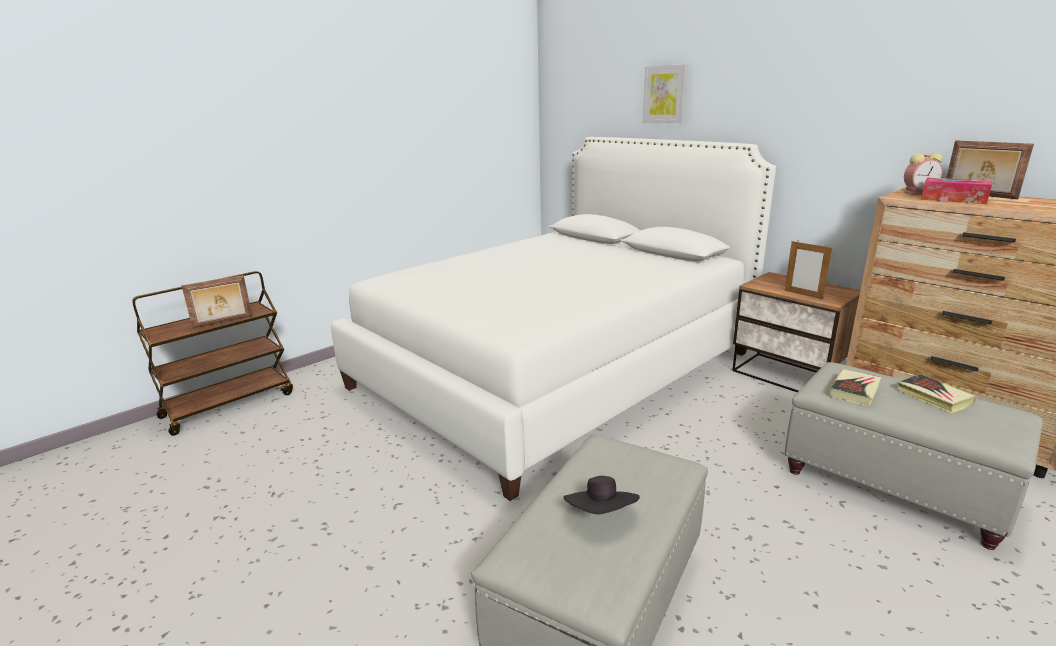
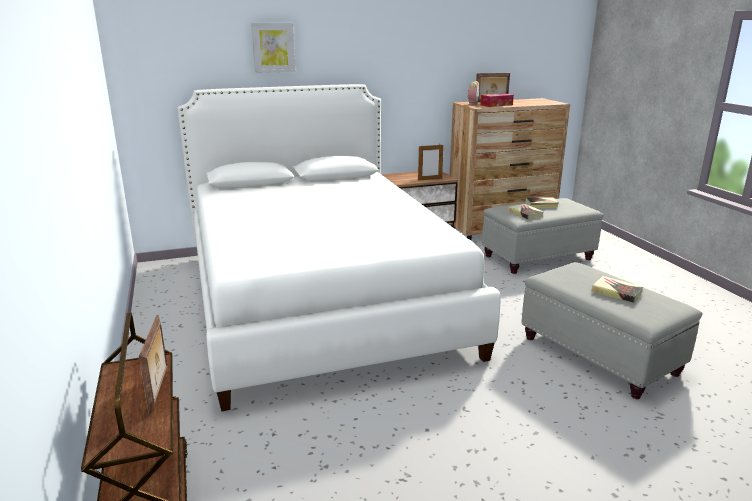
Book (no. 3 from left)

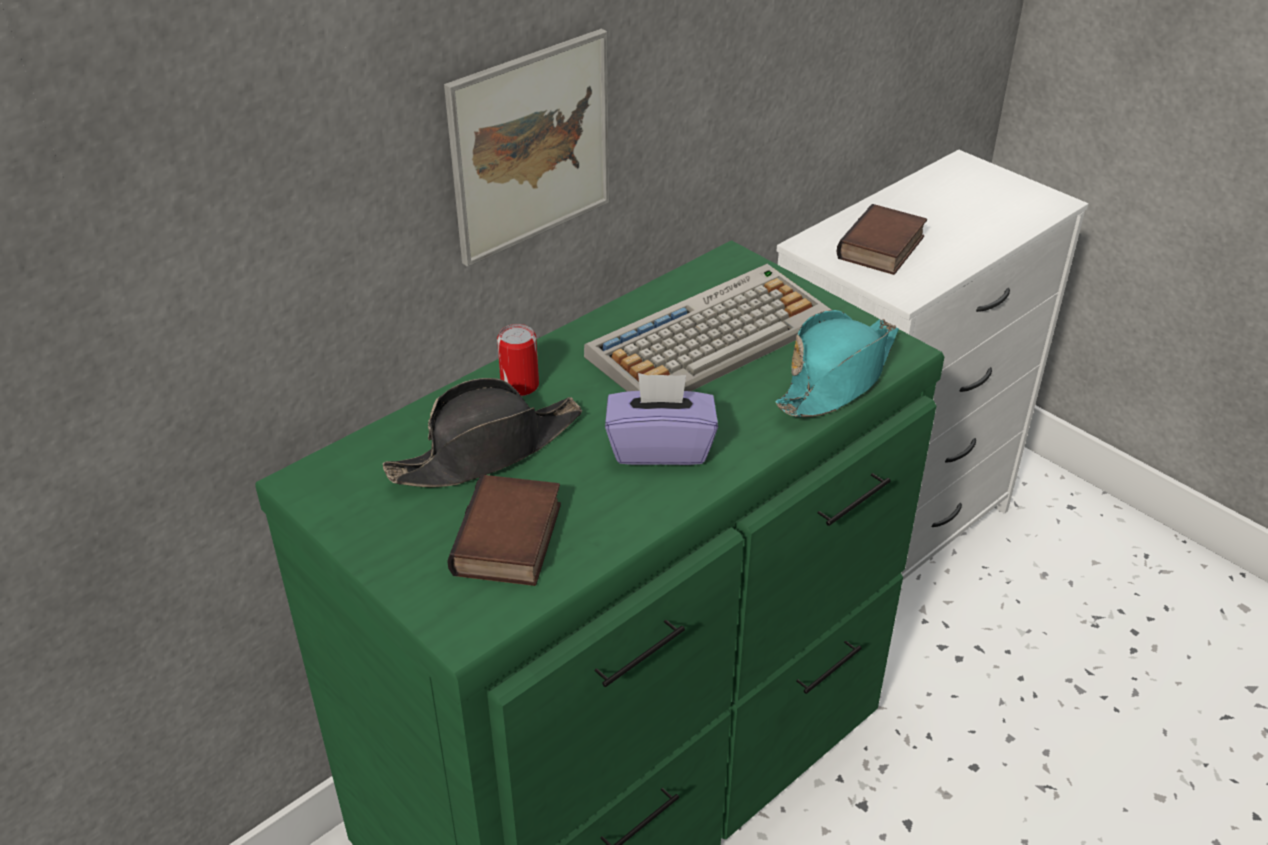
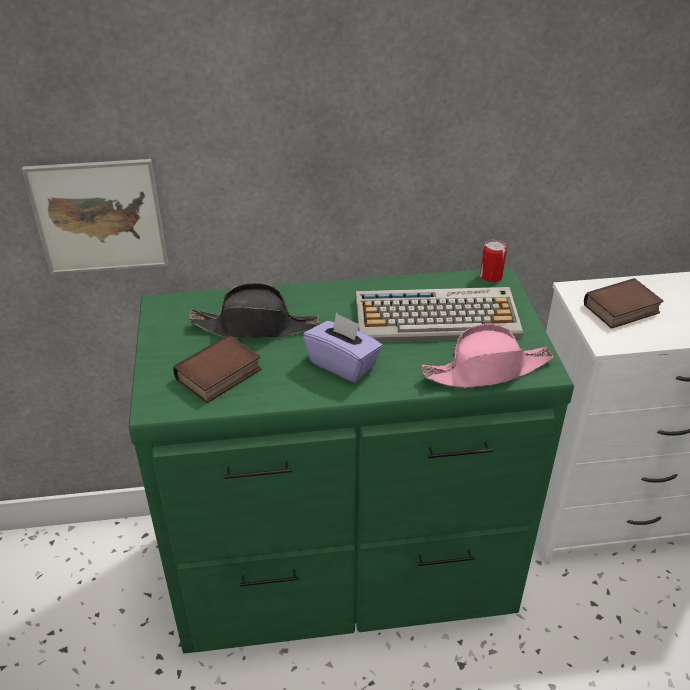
Picture
MetalCan
PinkColouredHat

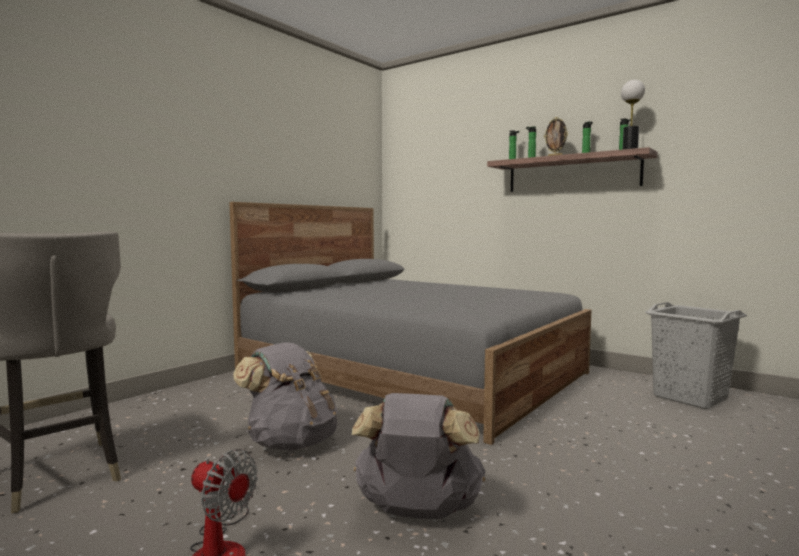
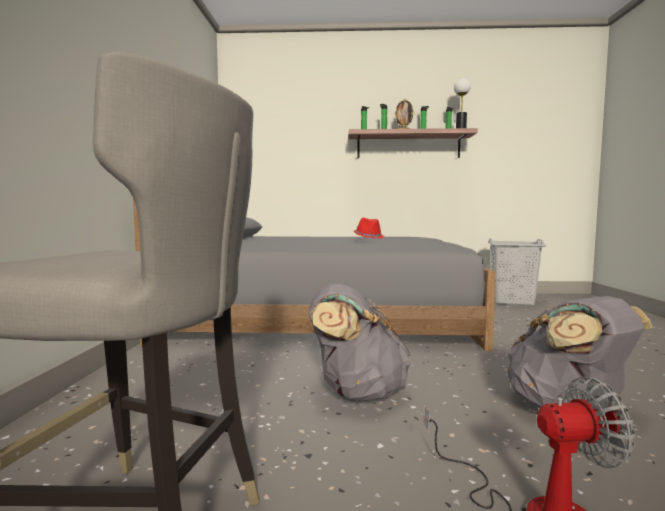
RedHat

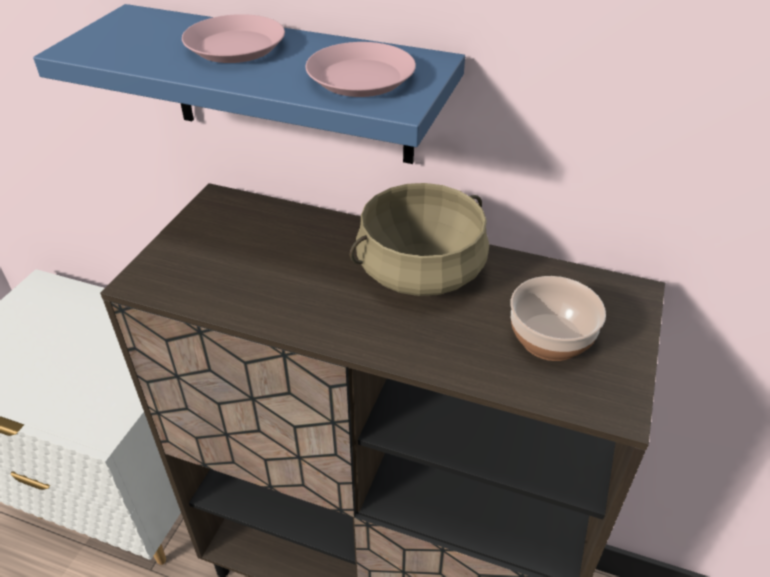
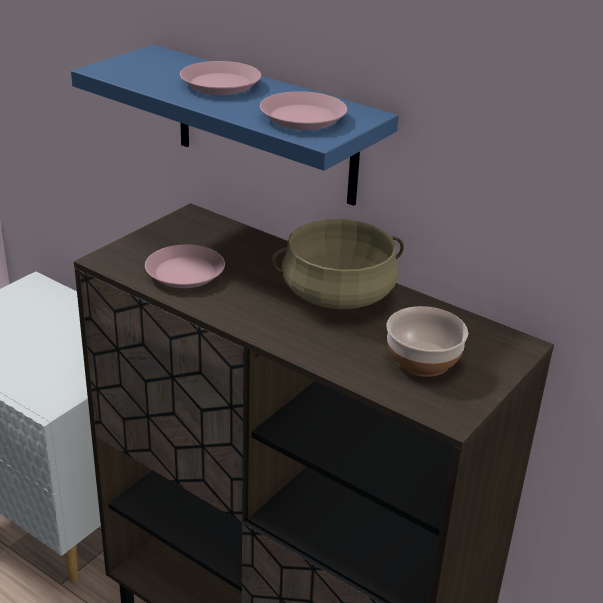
PinkColouredFlatDish (no. 1 from left)

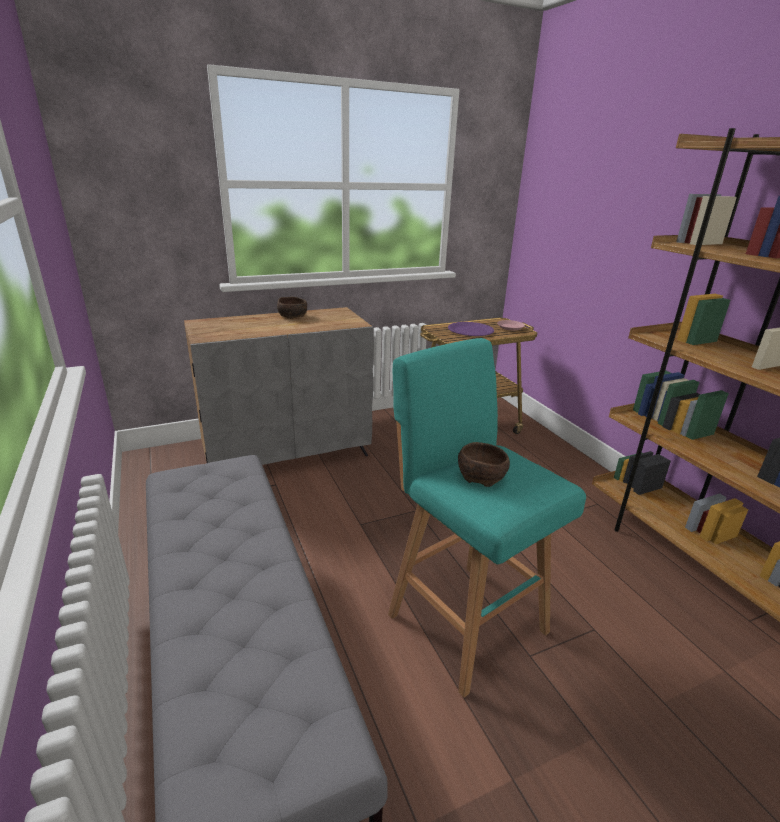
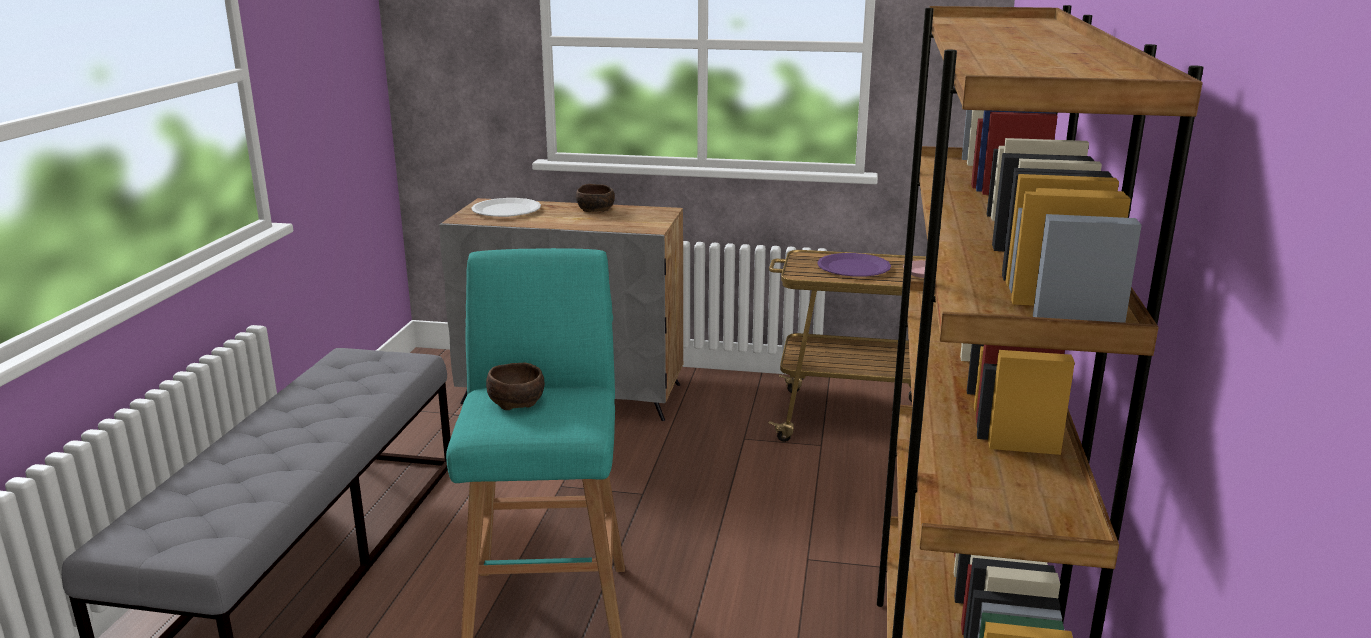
WhiteColouredFlatDish

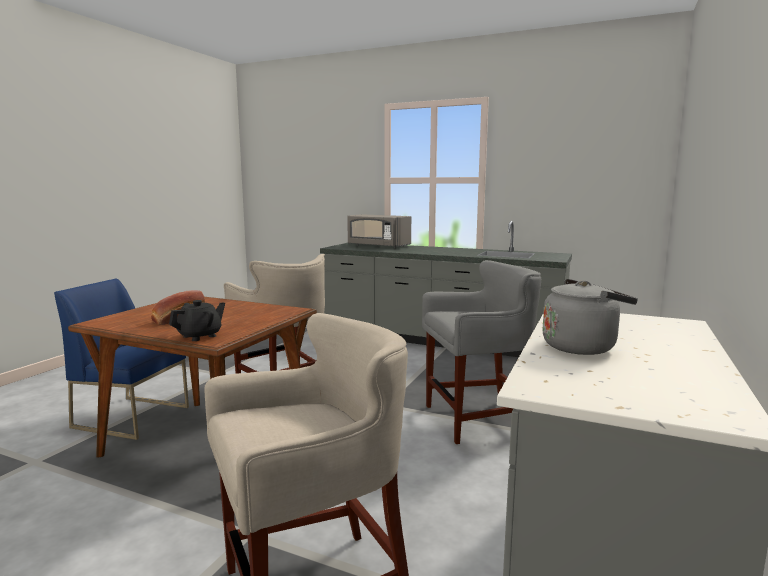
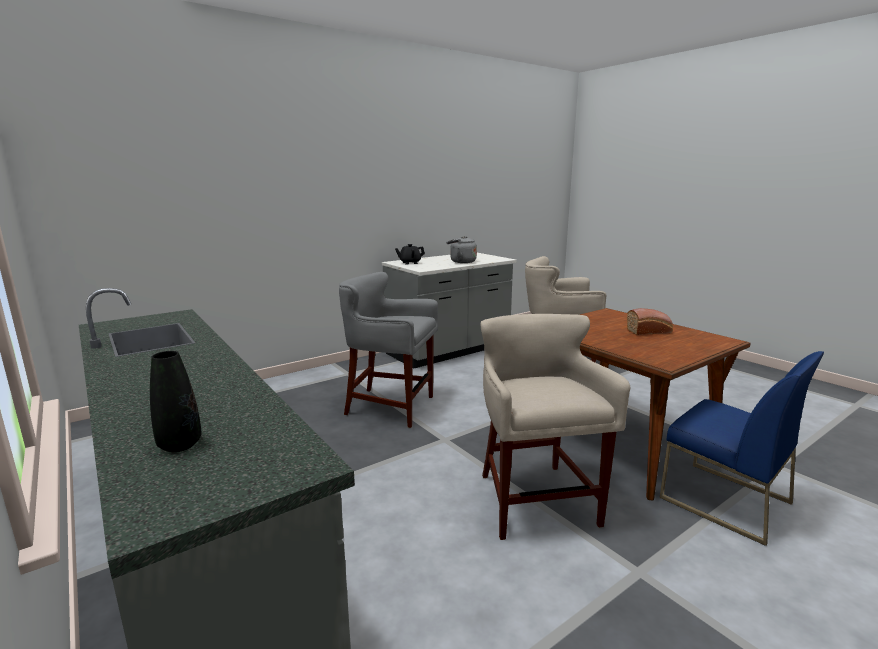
BlackishPotForTea
BlackishDecorativeVase

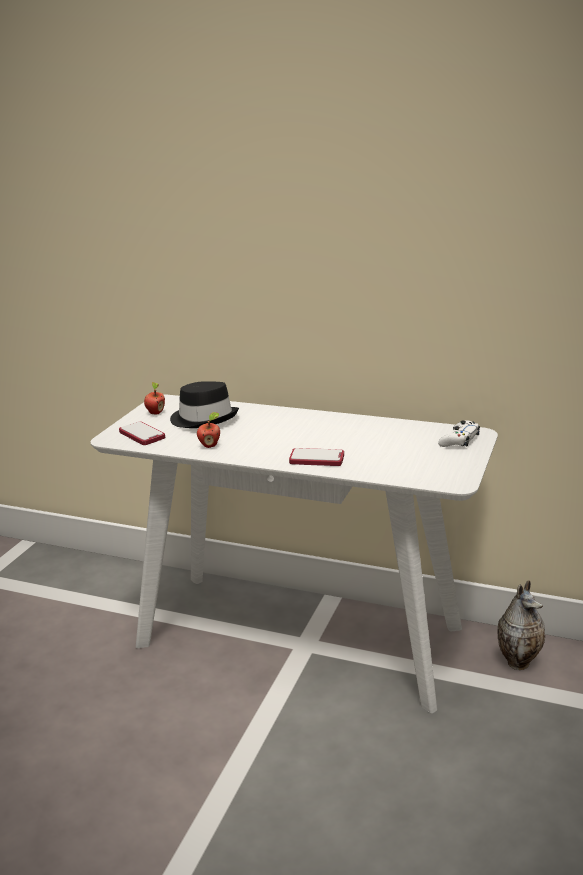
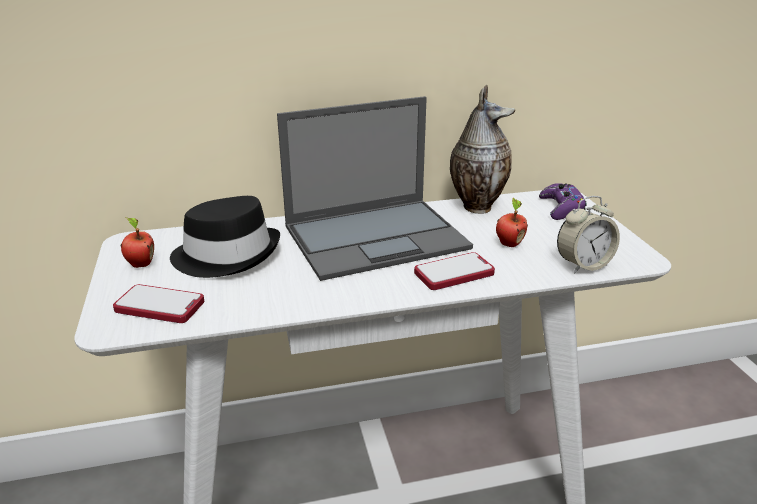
WholeApple (no. 2 from left)
PurplishGameController
DecorativeVase
PortableComputer
AlarmClock

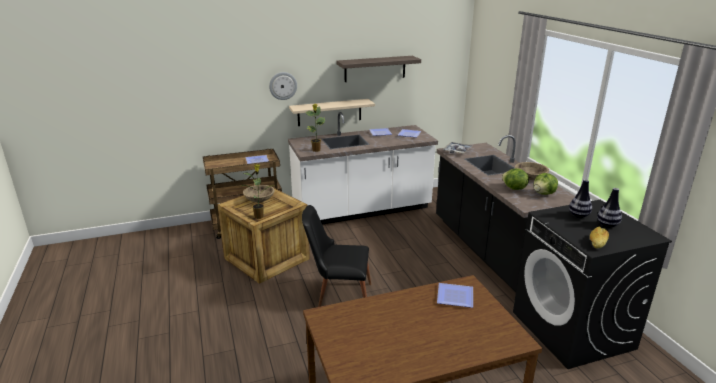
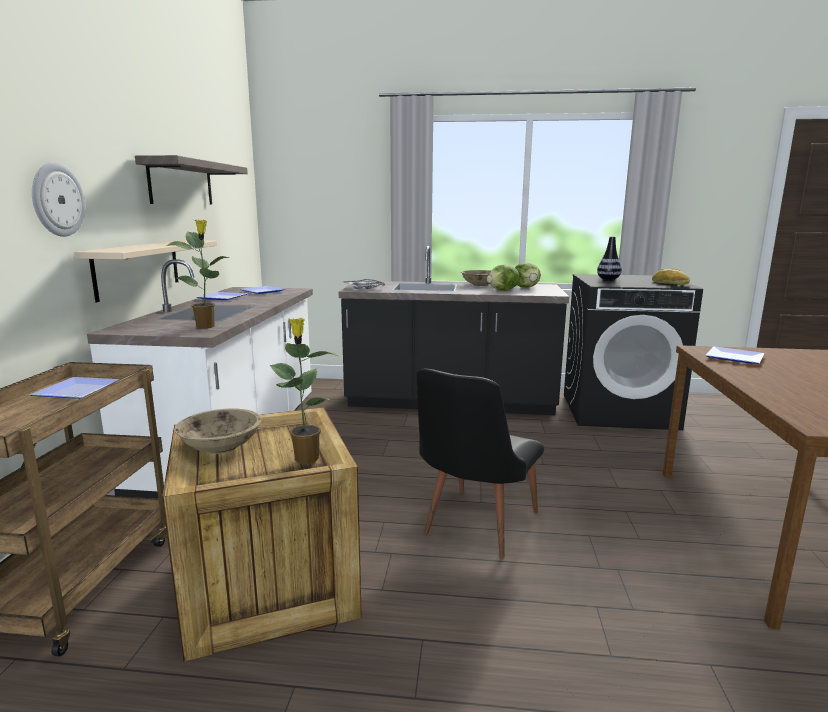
DecorativeVase (no. 2 from left in the first image)

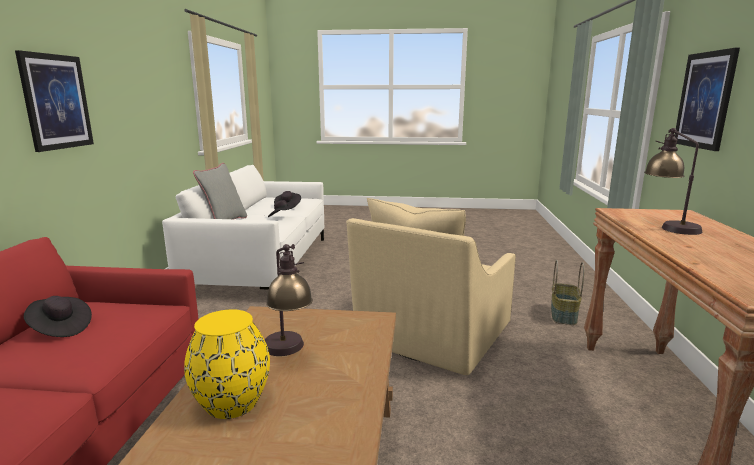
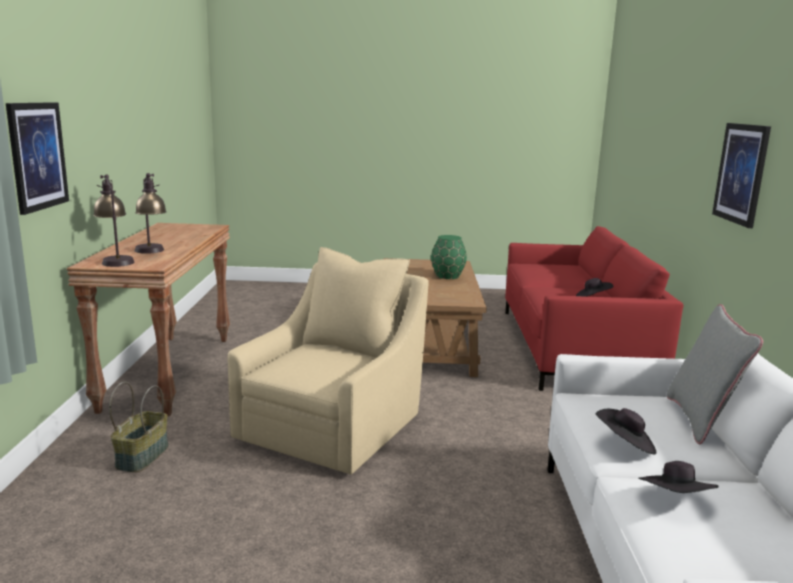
GreenColouredDecorativeVase
TabletopLamp (no. 1 from left)

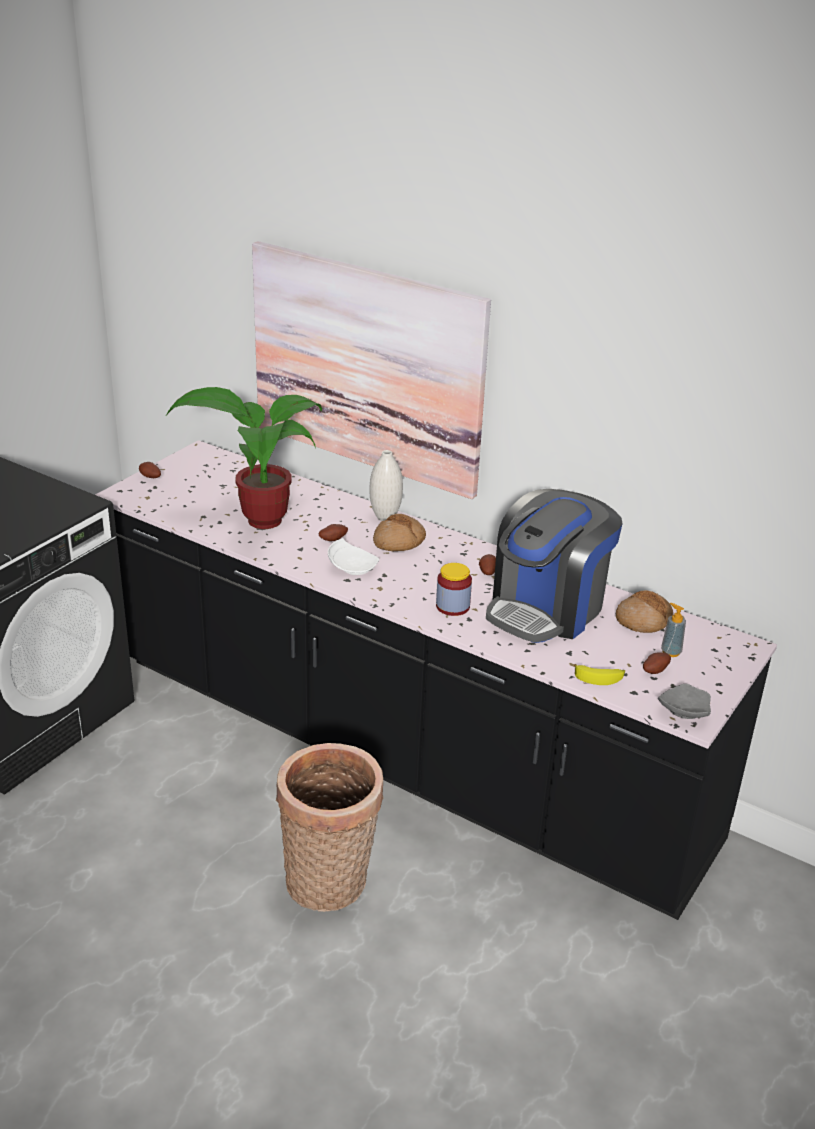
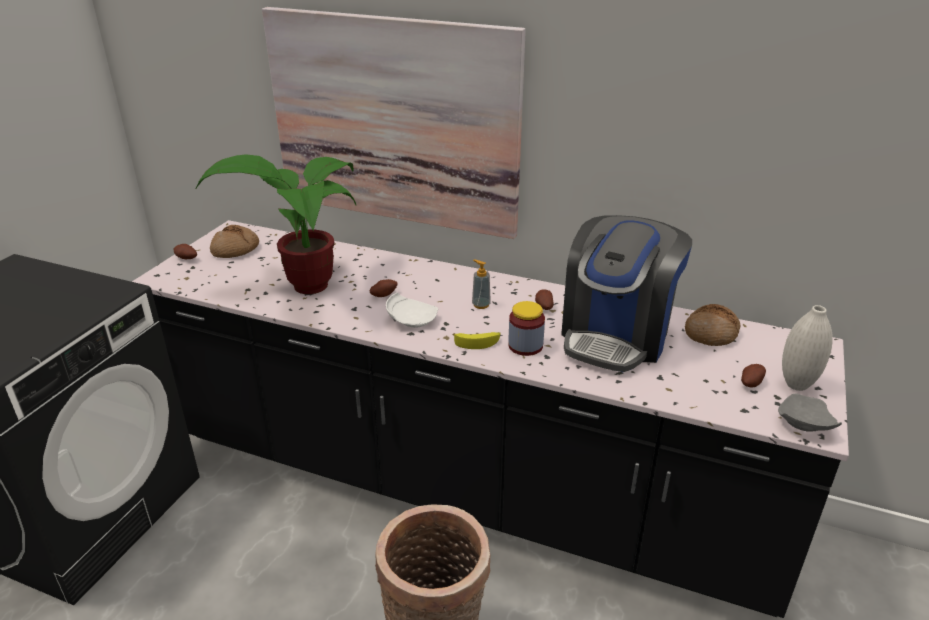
WhiteColouredDecorativeVase
BakedBread (no. 1 from left)
BananaFruit
SoapBottle

